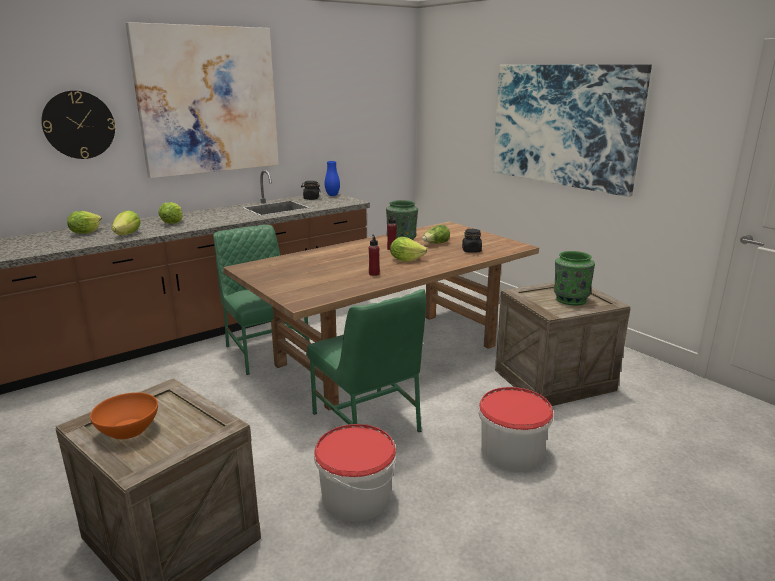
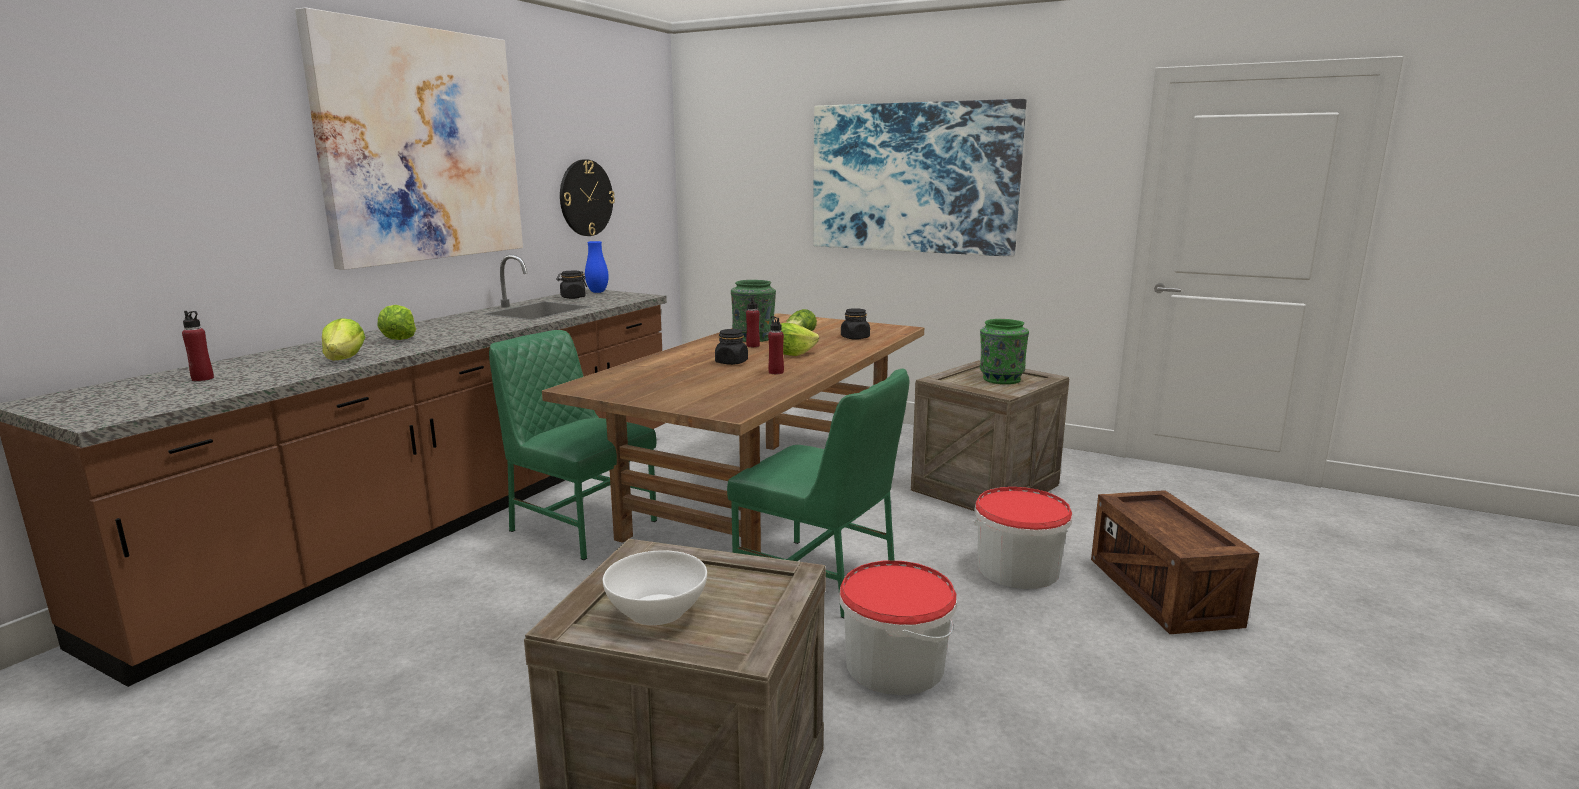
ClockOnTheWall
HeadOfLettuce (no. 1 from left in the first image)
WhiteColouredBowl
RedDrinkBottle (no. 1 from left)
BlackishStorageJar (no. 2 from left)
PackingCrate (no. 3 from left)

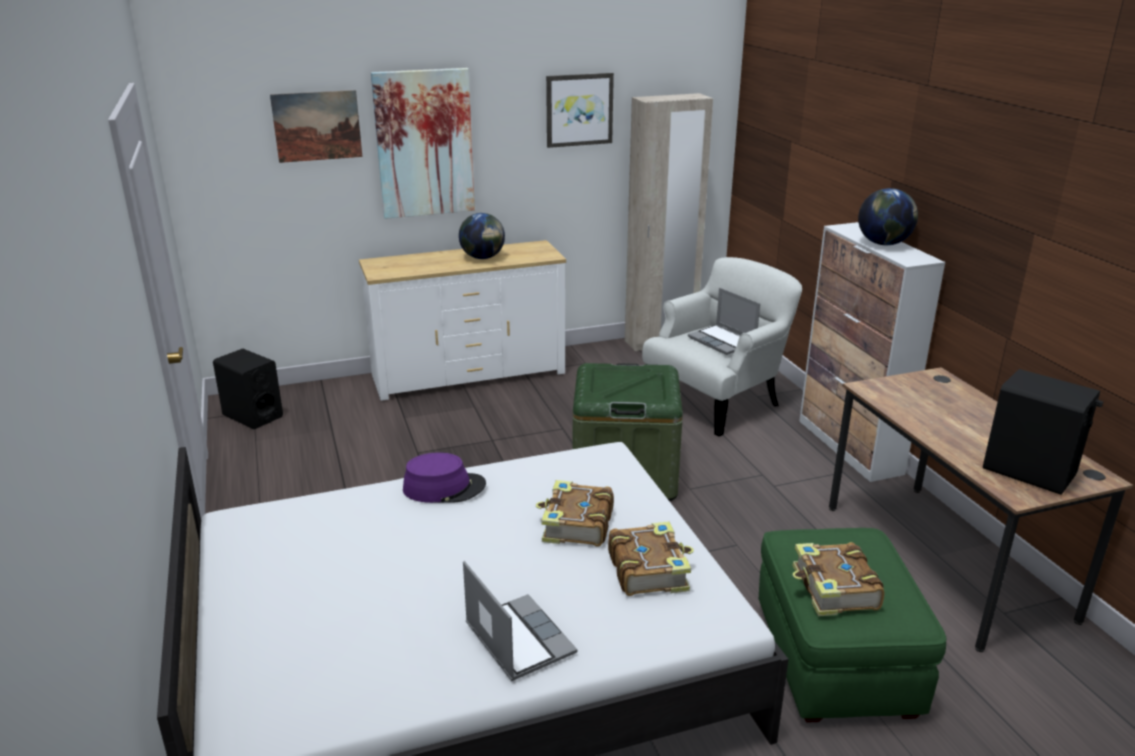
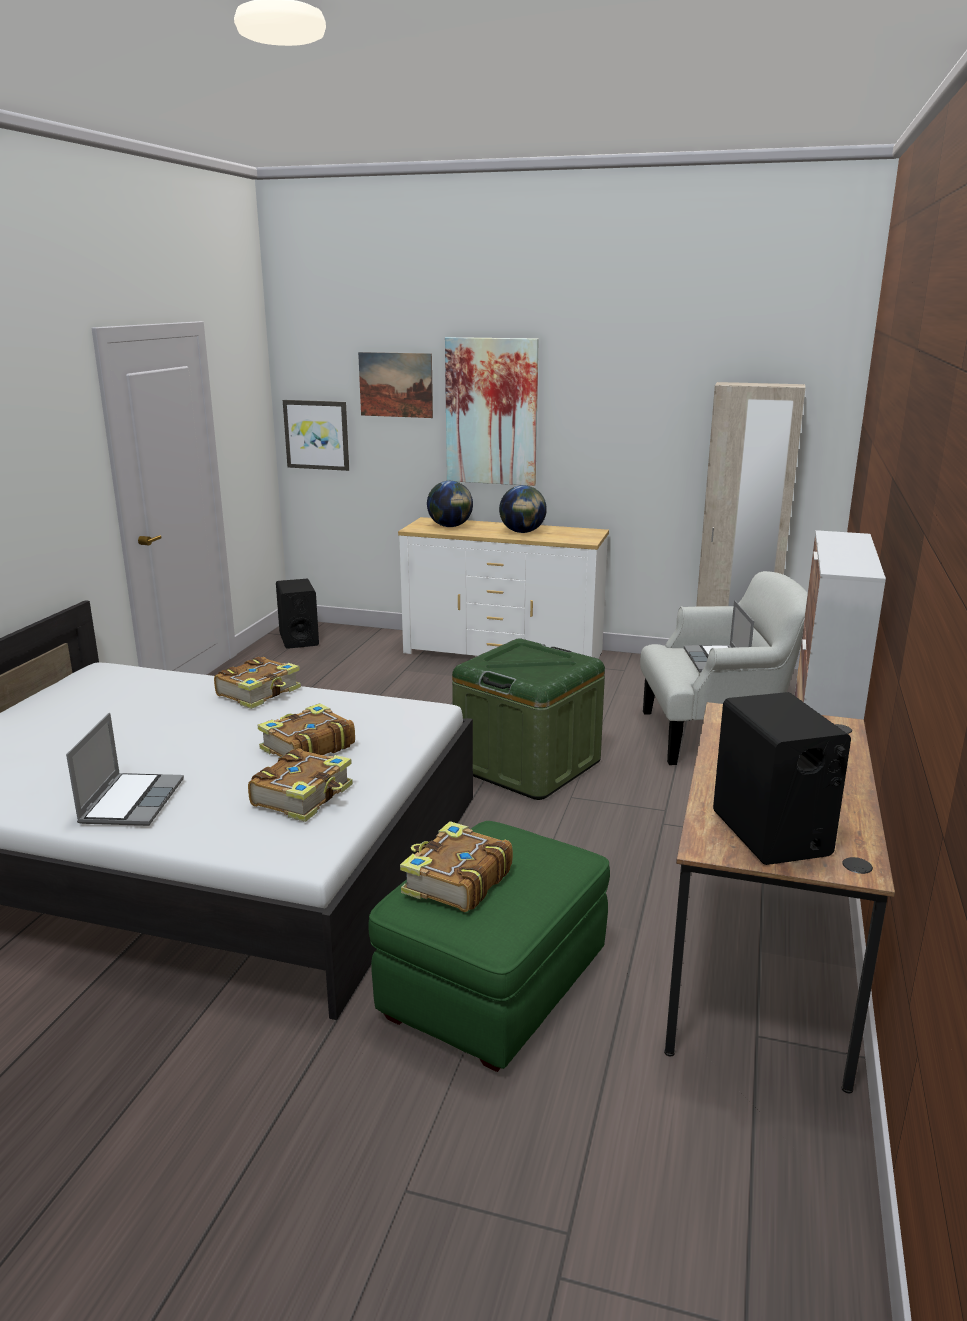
Book (no. 1 from left)
Picture (no. 1 from left)
WorldGlobe (no. 1 from left)

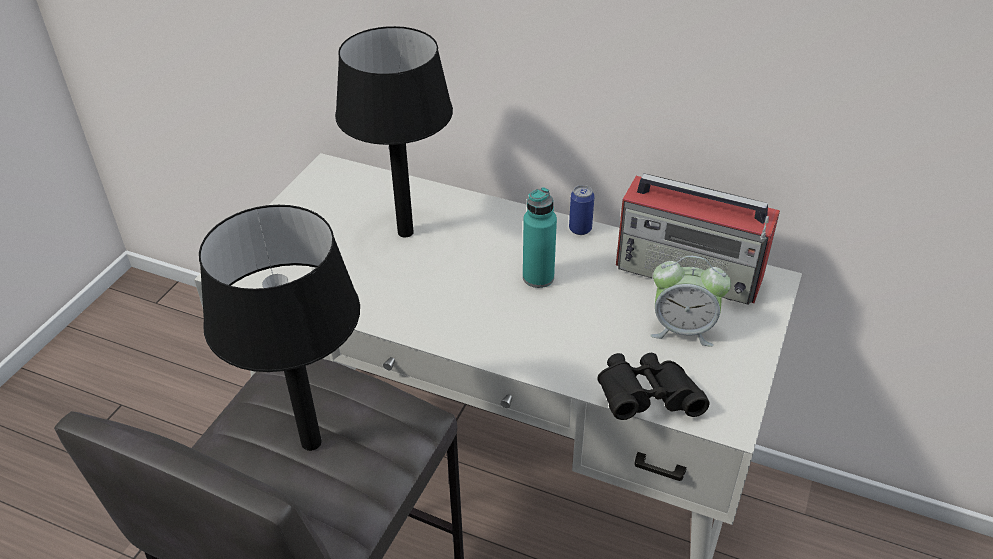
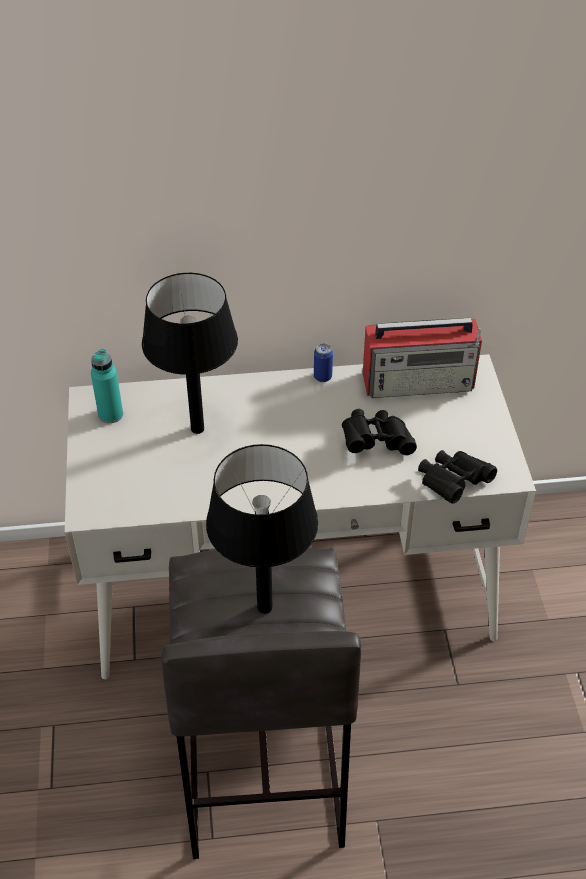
TurquoiseColouredDrinkBottle
AlarmClock
BlackishFieldGlasses (no. 1 from left)

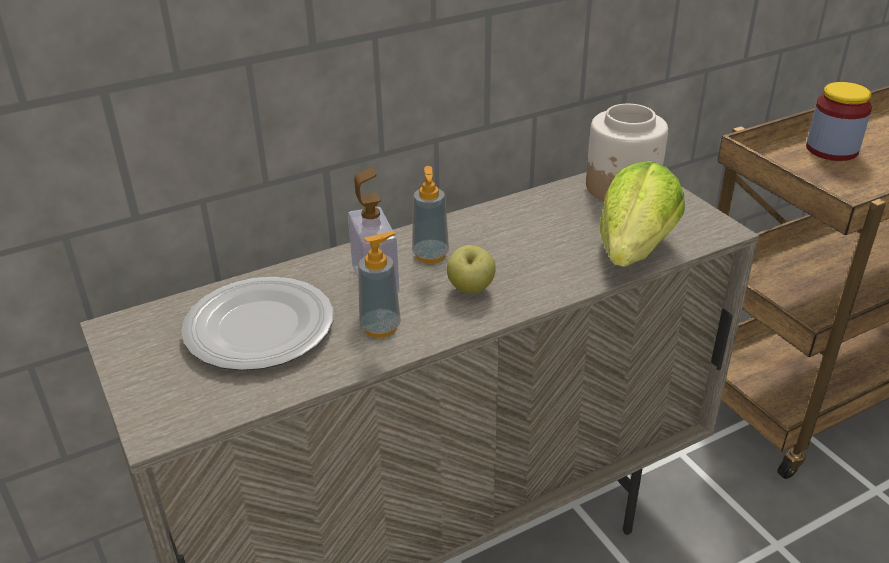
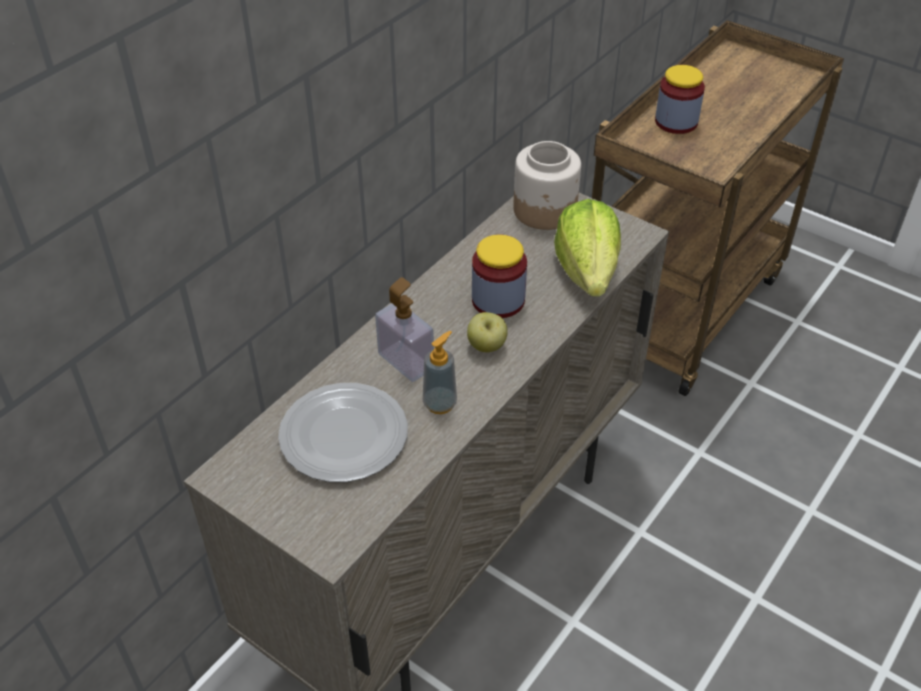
SoapBottle (no. 3 from left in the first image)
StorageJar (no. 1 from left)

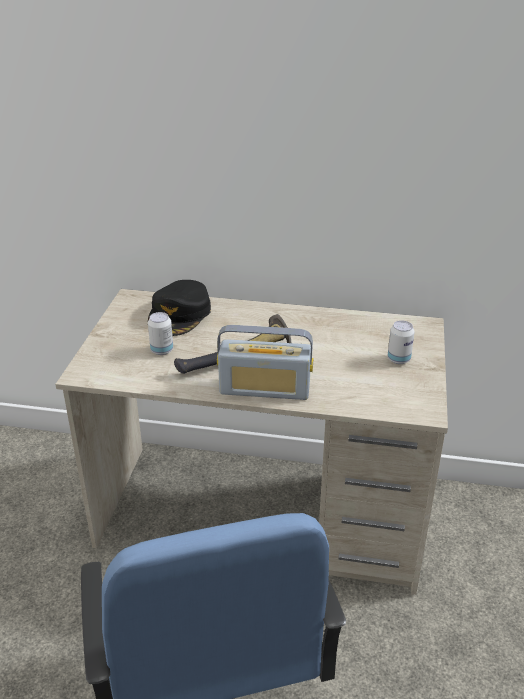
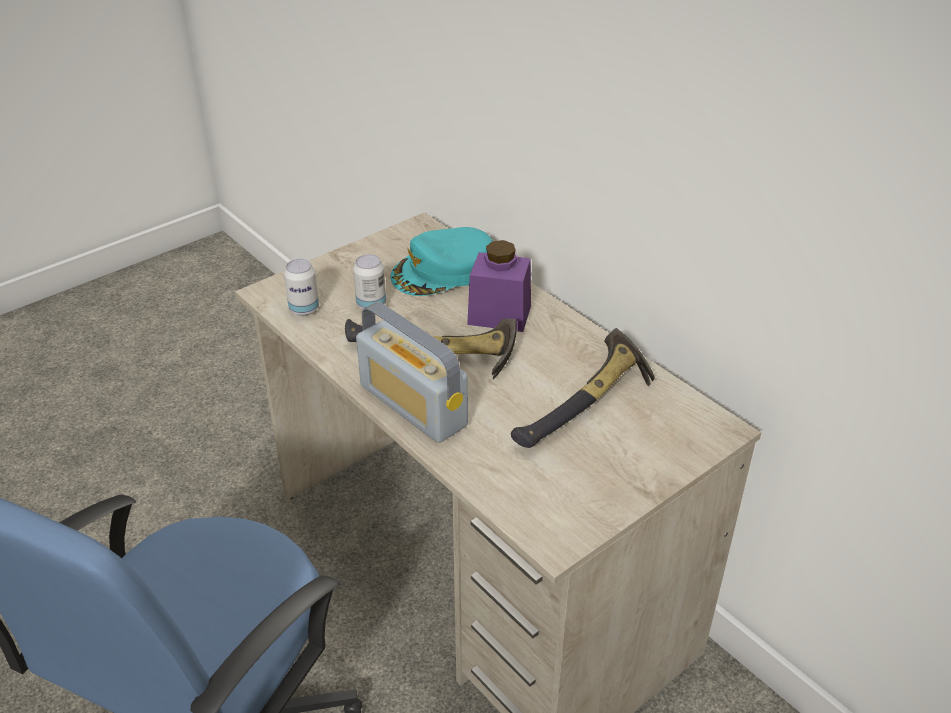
TurquoiseColouredCap
MetalCan (no. 1 from left)
PurplishStorageJar
HandHammer (no. 2 from left)

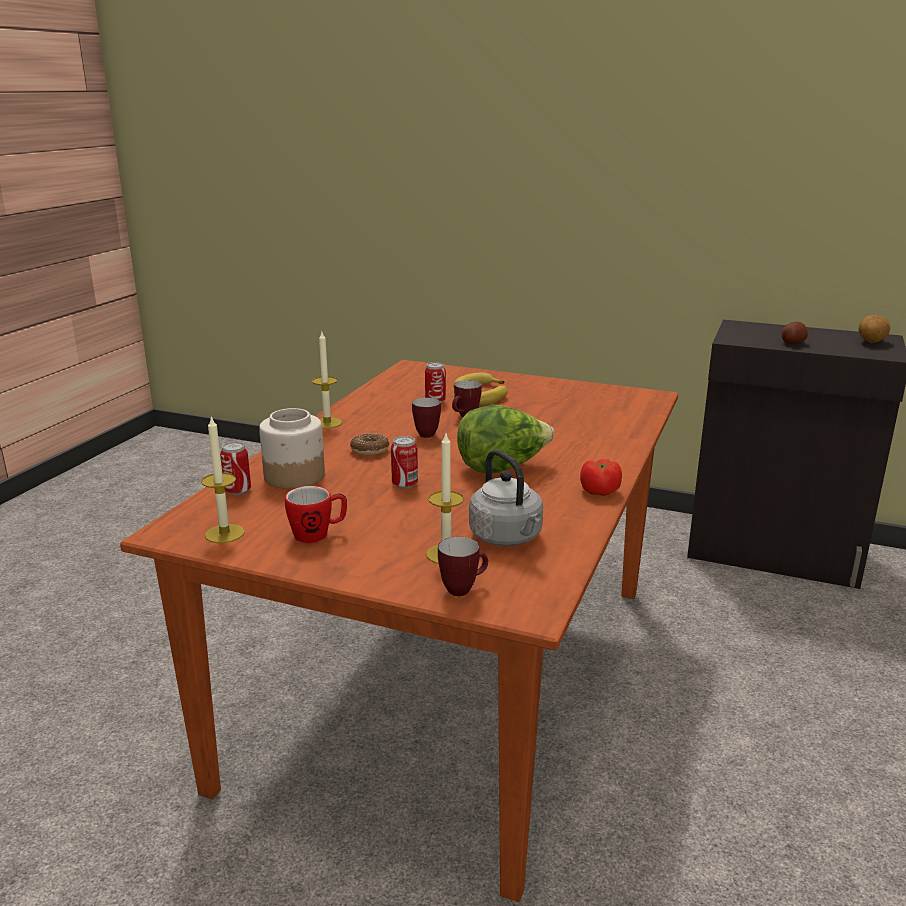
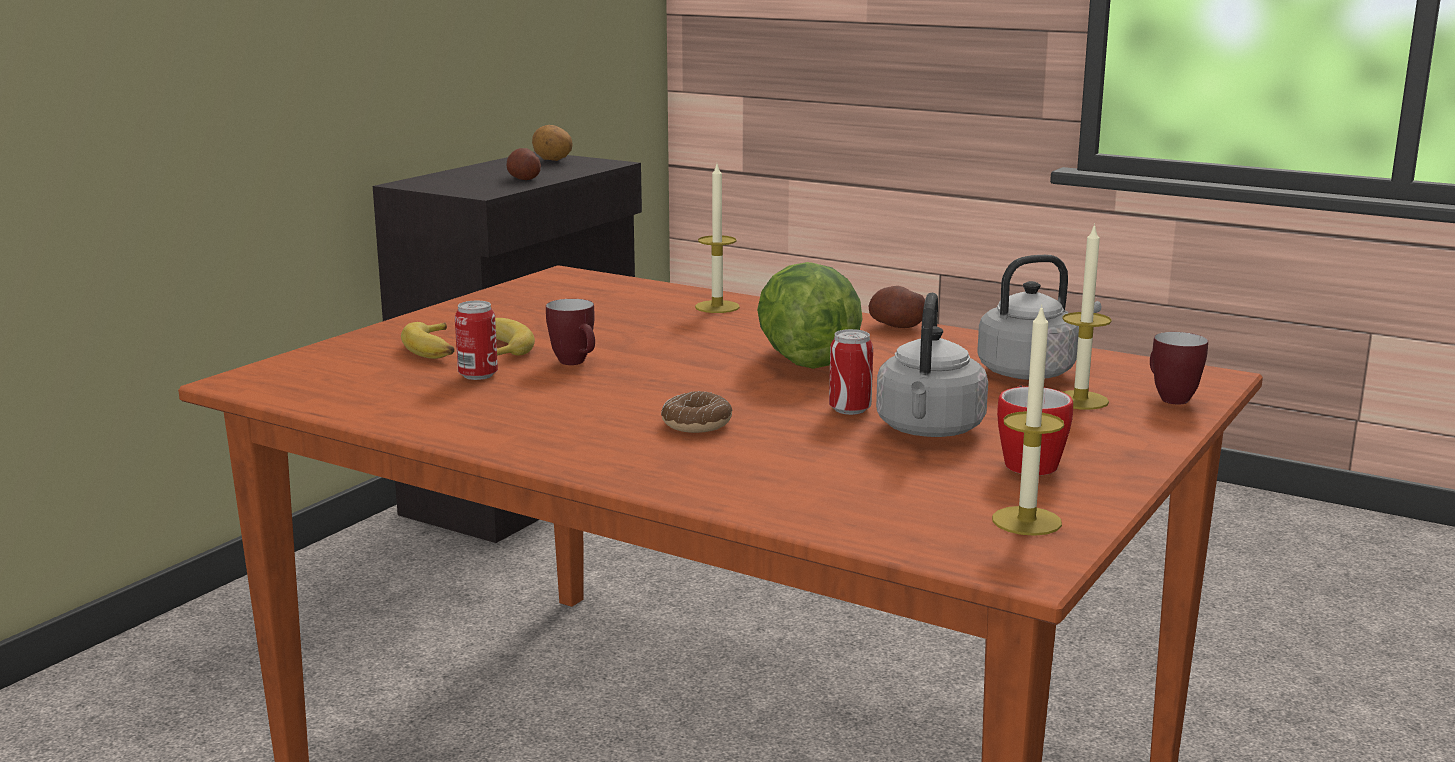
MetalCan (no. 1 from left in the first image)
StorageJar
Candle (no. 1 from left)
TeaMug (no. 2 from left in the first image)
Spud (no. 3 from left)
GreyTeaKettle (no. 1 from left)

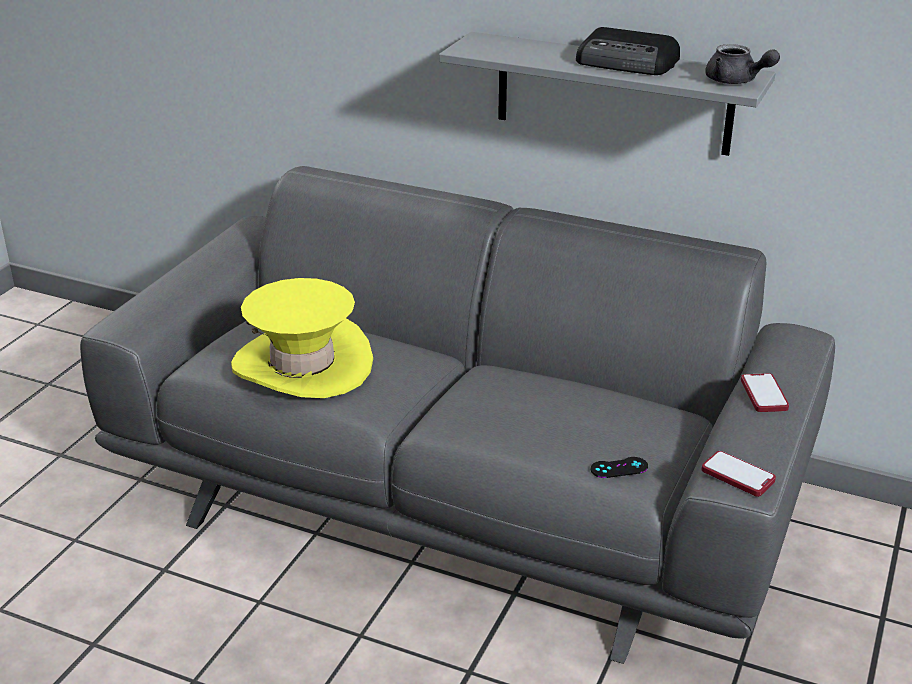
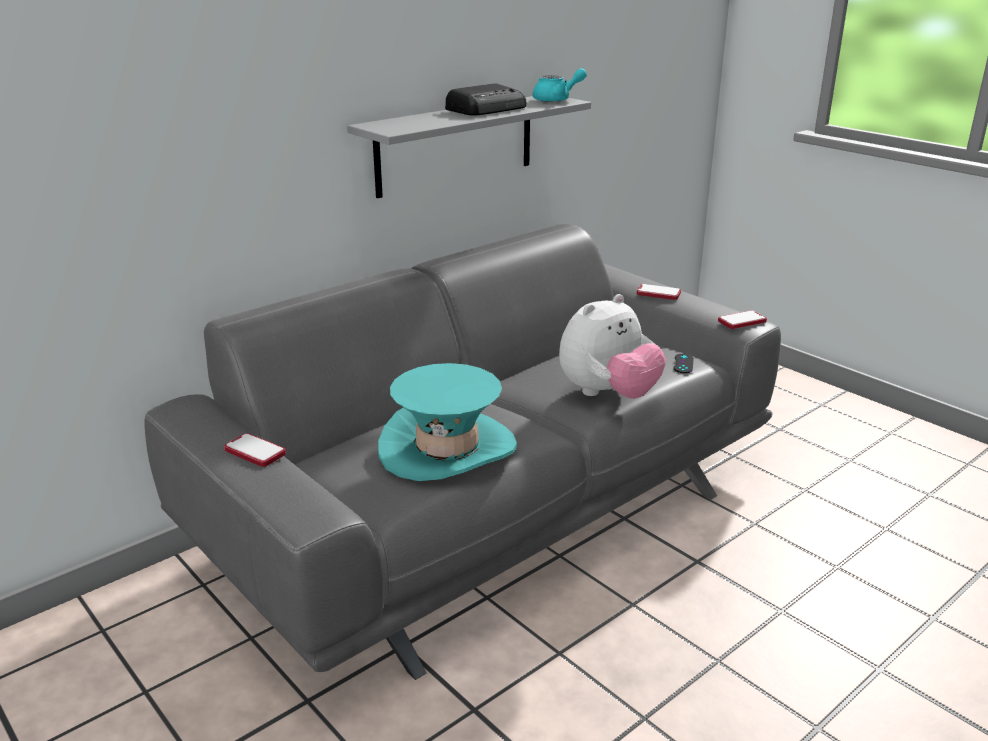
TurquoiseColouredHat
TurquoiseColouredPotForTea
Phone (no. 1 from left)
SoftToy

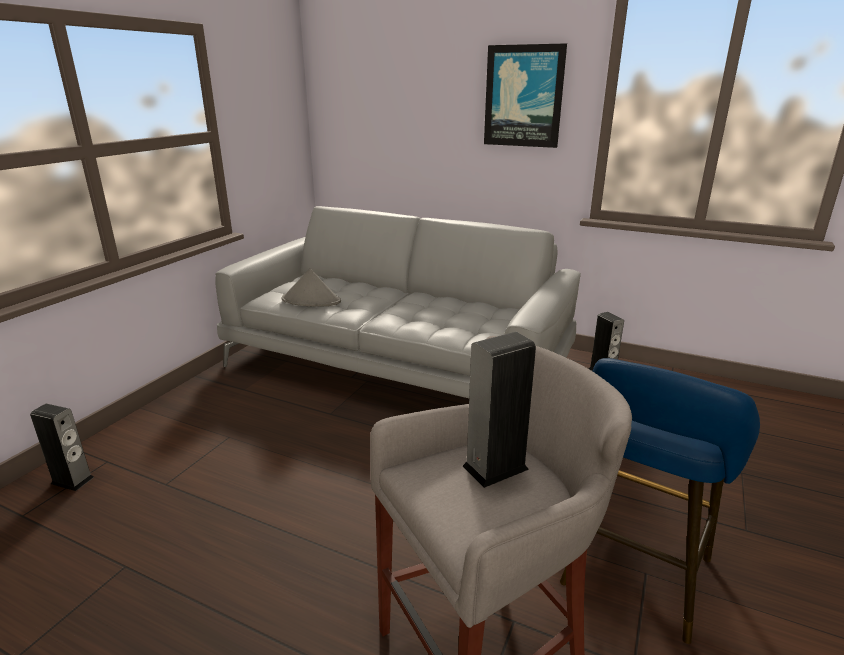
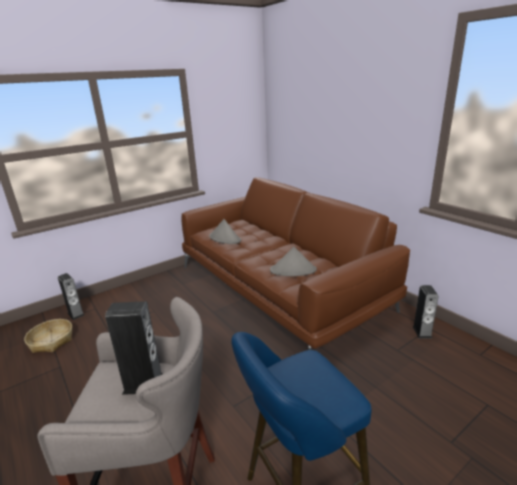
BrownishSettee
Picture
StorageBasket
GreyHat (no. 2 from left)

